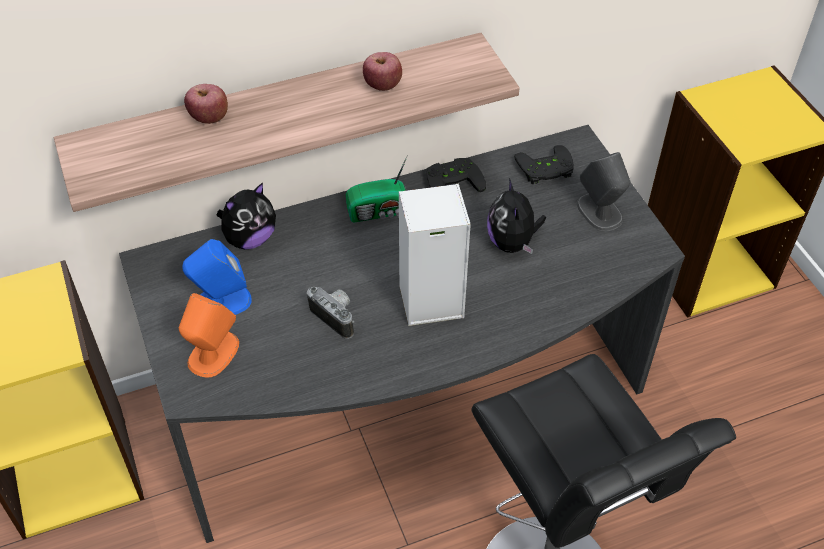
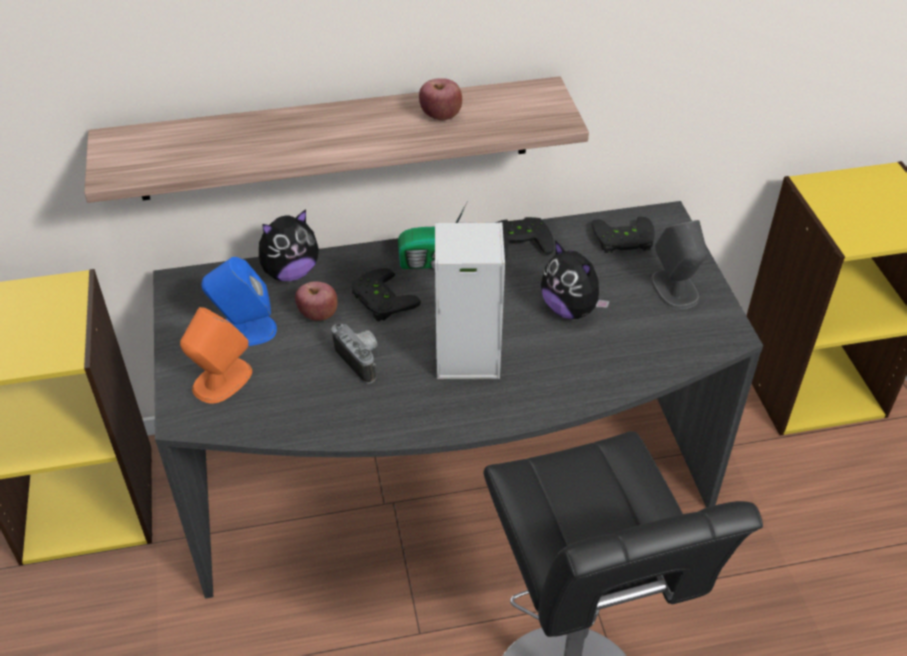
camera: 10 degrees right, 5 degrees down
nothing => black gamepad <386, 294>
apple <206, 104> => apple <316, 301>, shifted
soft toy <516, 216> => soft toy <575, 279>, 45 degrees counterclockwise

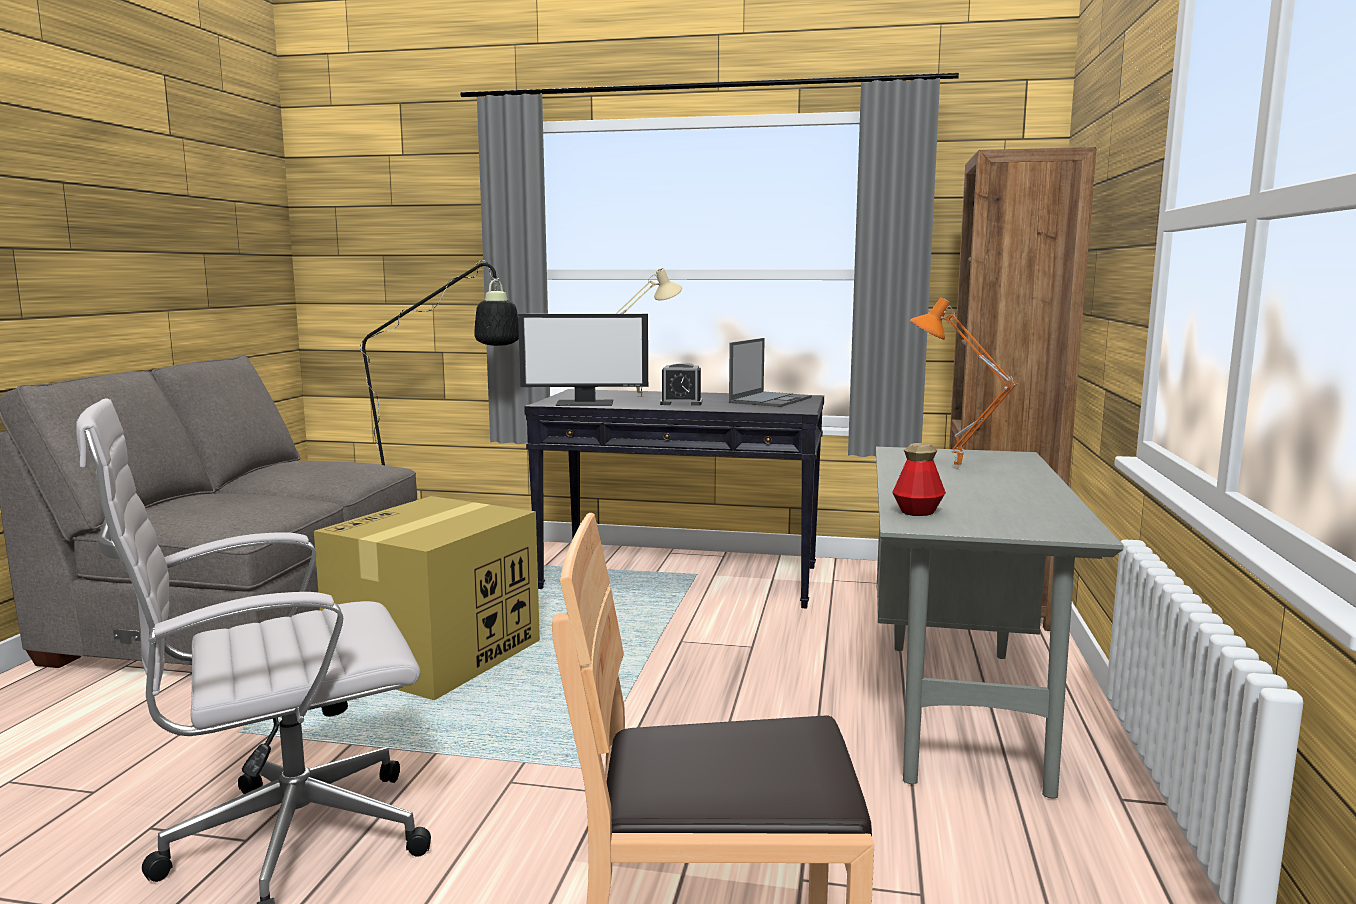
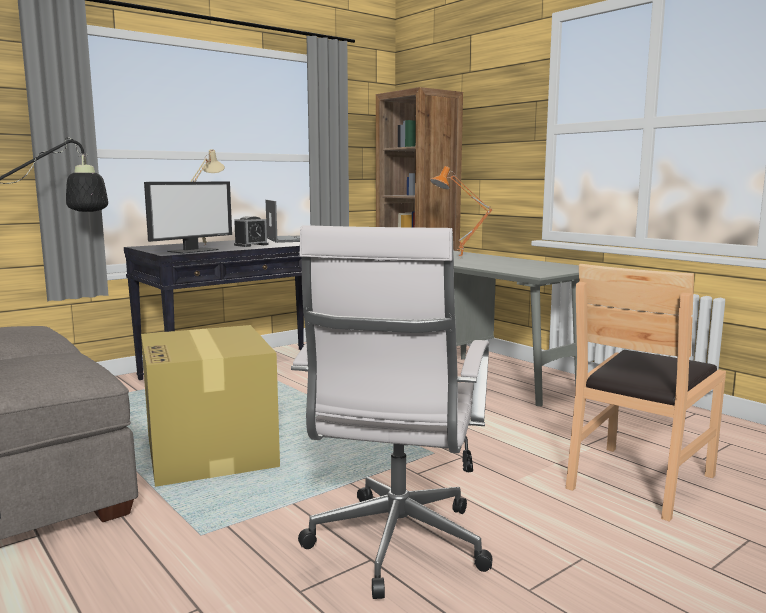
camera: 50 degrees left, 0 degrees up
beverage bottle <919, 479> => nothing

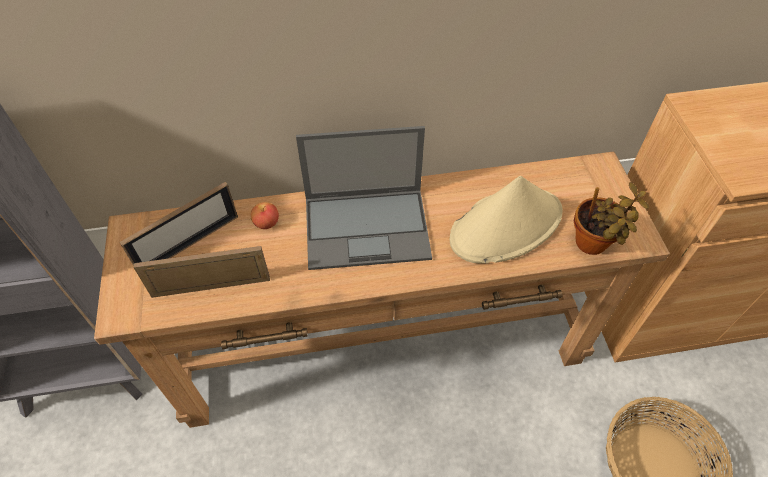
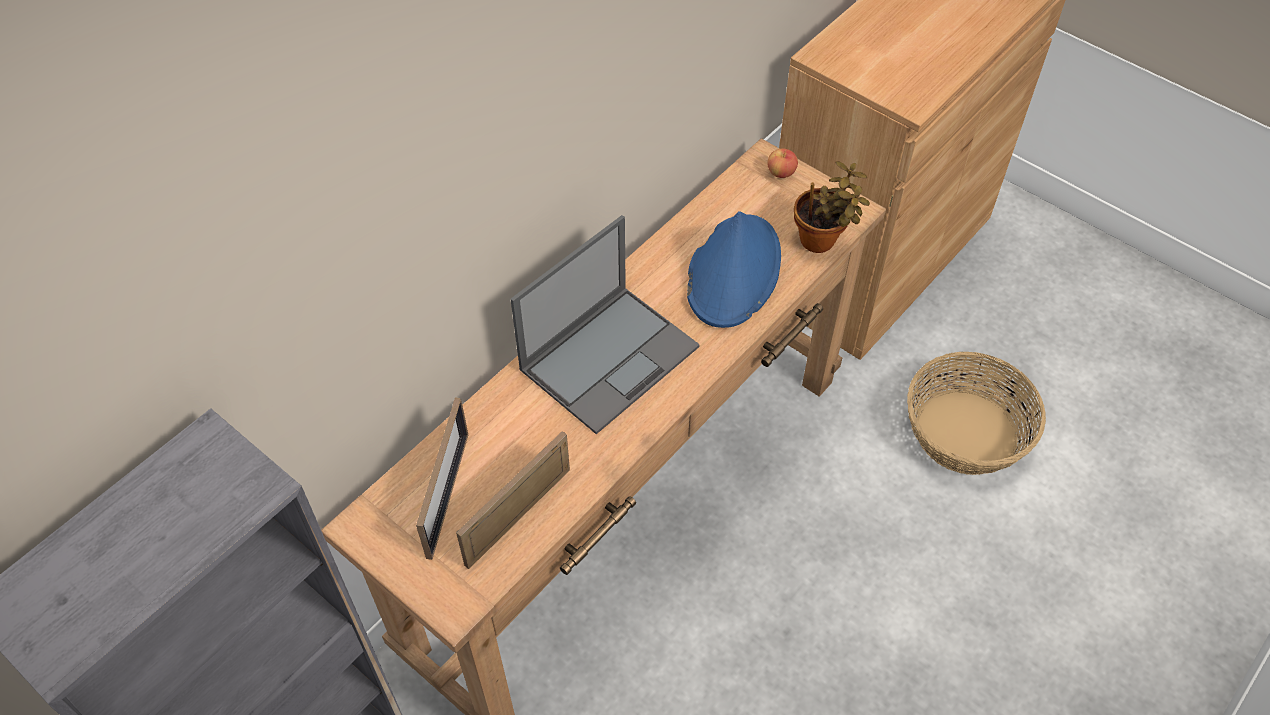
camera: 40 degrees left, 0 degrees up
apple <264, 215> => apple <783, 163>, shifted
sand-coloured wearable hat <506, 220> => blue-coloured wearable hat <734, 269>

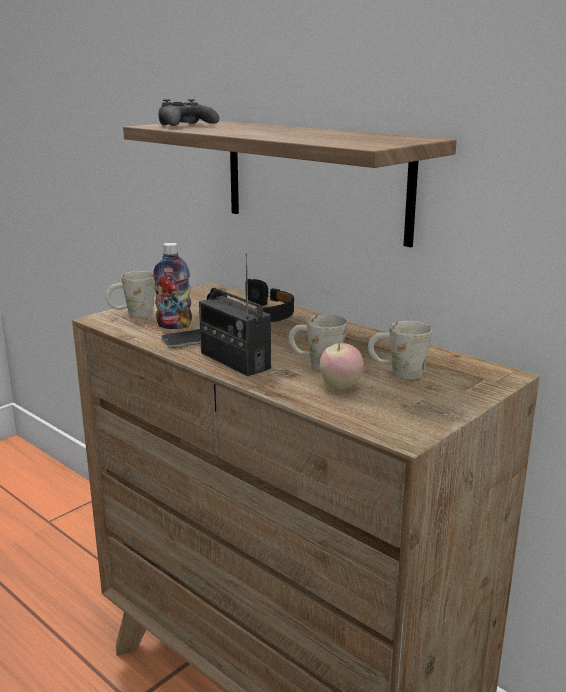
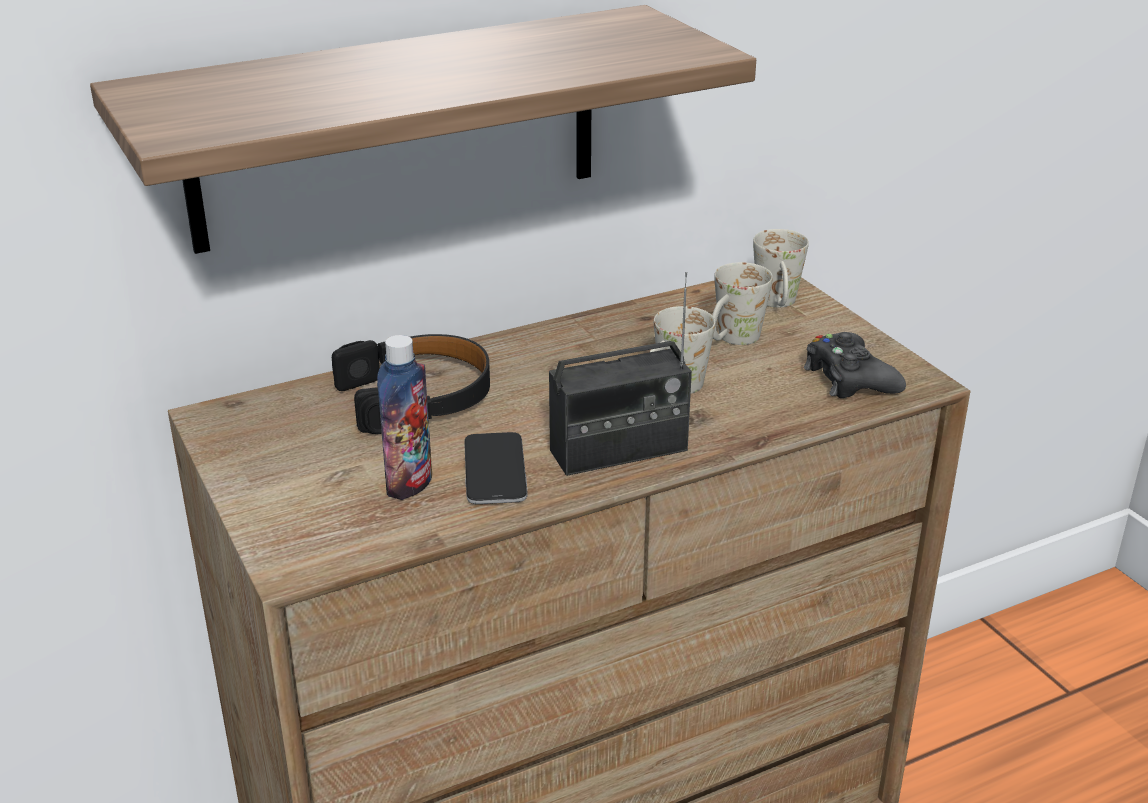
camera: 70 degrees left, 10 degrees up
apple <342, 365> => nothing
white-coloured mug <130, 294> => white-coloured mug <781, 268>, shifted
black gamepad <189, 112> => black gamepad <855, 365>, shifted

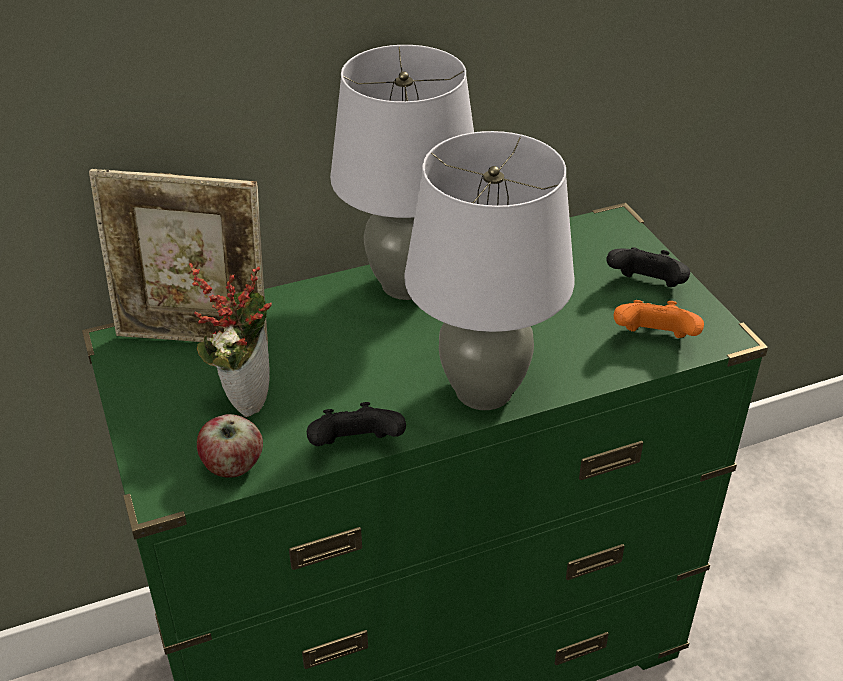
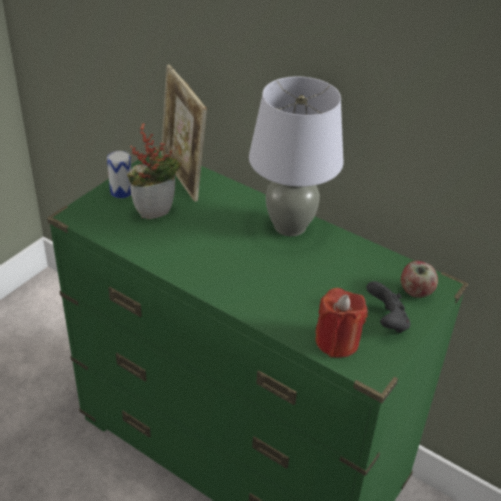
camera: 55 degrees right, 0 degrees up
black gamepad <356, 424> => nothing
gray lamp for a table <489, 270> => nothing
nothing => sealed can <119, 174>
apple <230, 446> => apple <419, 279>, shifted
orange gamepad <658, 319> => red candle <341, 323>

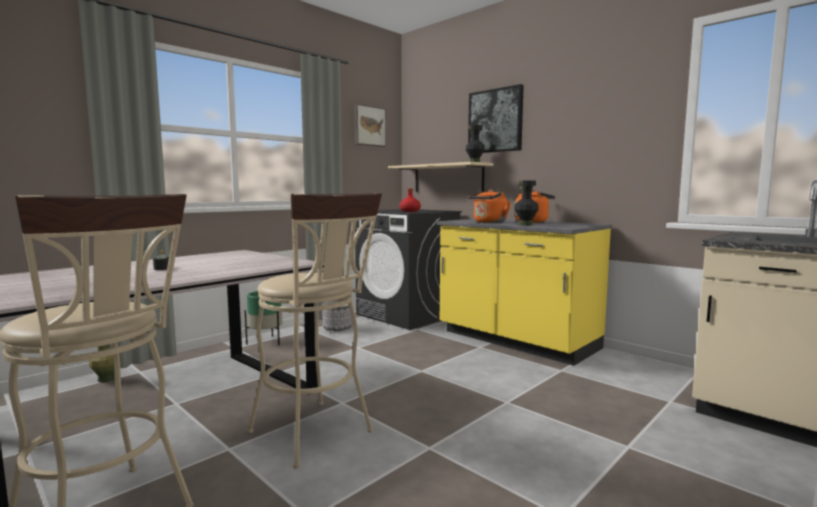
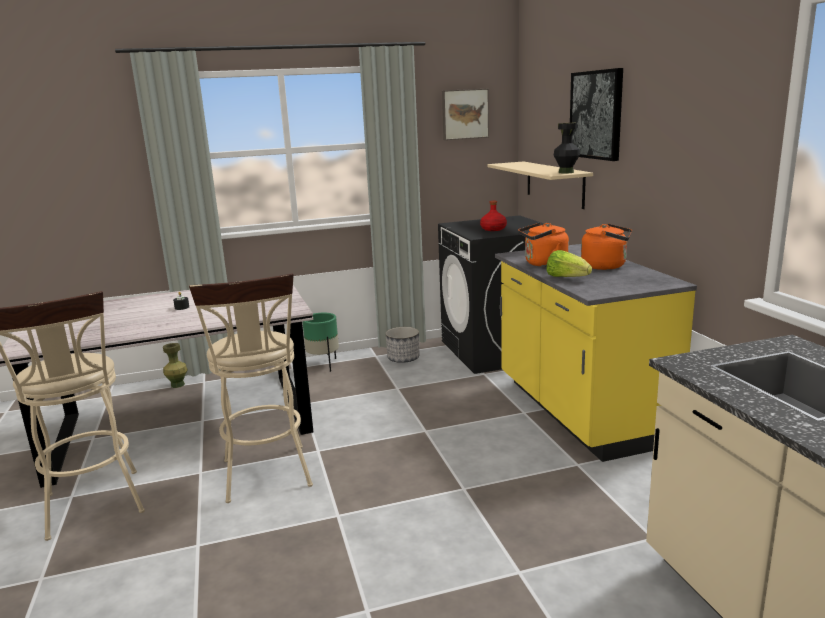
camera: 30 degrees right, 10 degrees up
black flower vase <526, 203> => lettuce <569, 263>

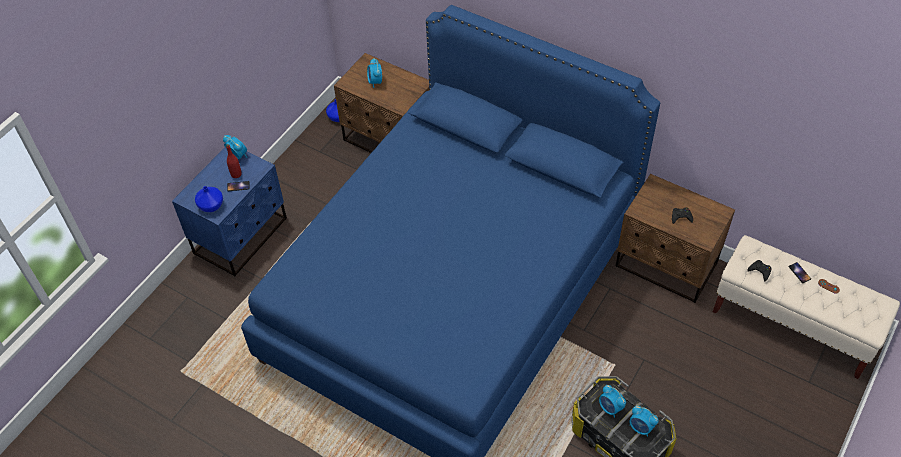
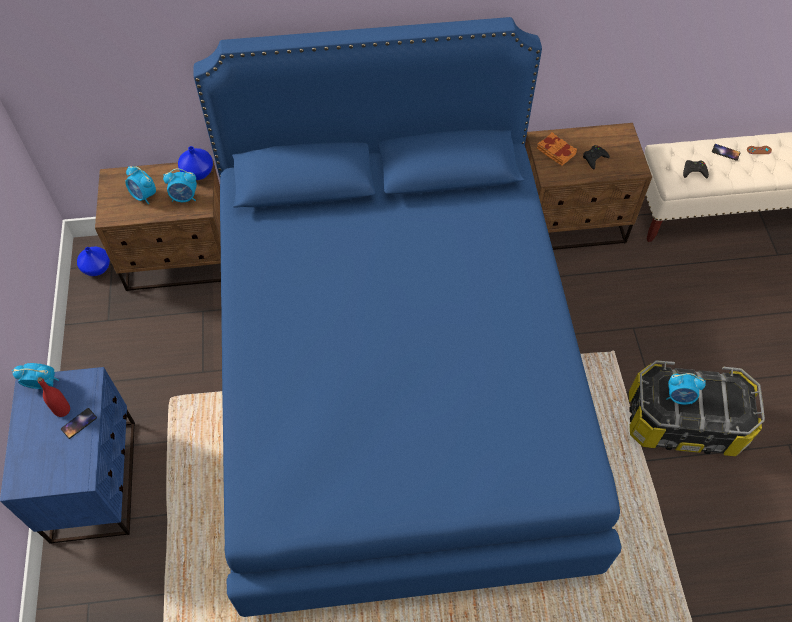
camera: 40 degrees left, 5 degrees up
nothing => orange volume <557, 149>
blue-coloured flower vase <209, 199> => blue-coloured flower vase <195, 163>, shifted
bedside clock <644, 421> => bedside clock <180, 185>, shifted

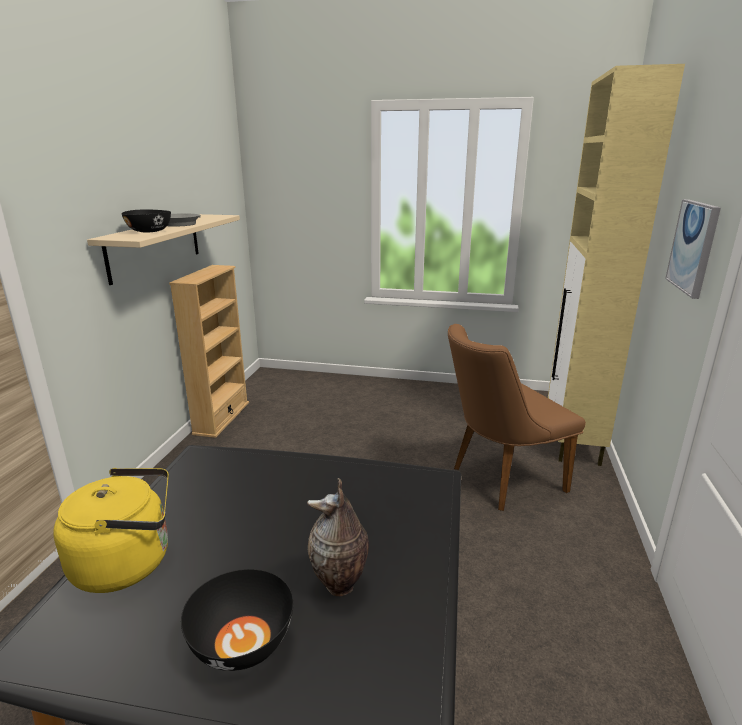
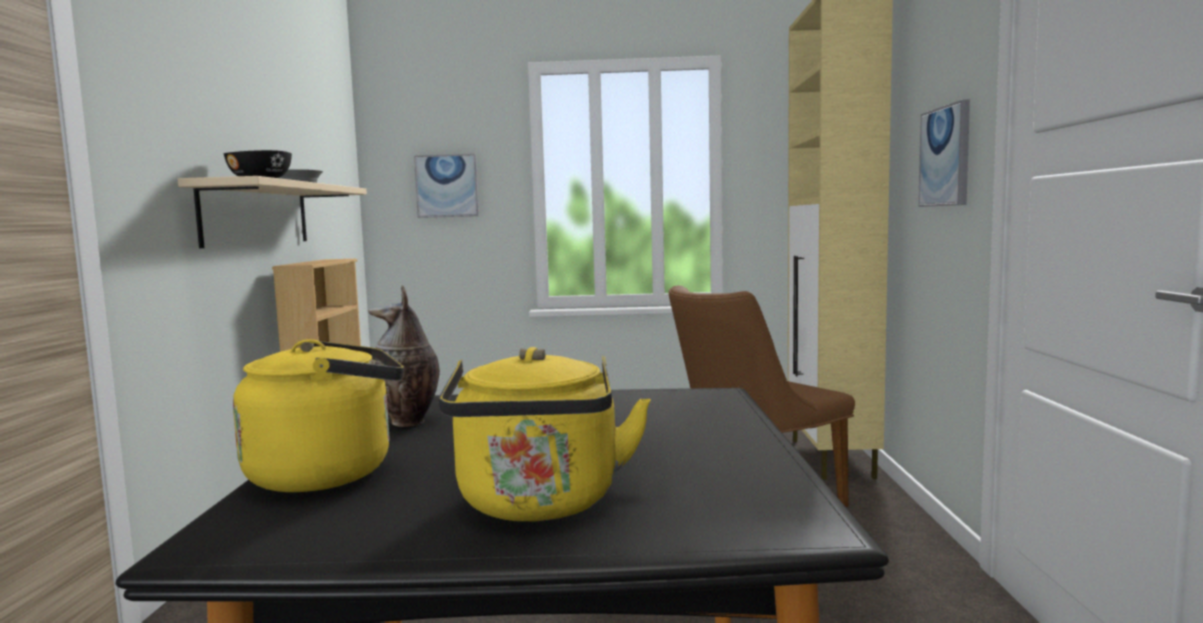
camera: 10 degrees left, 15 degrees down
nothing => picture <446, 186>
flower vase <338, 537> => flower vase <404, 356>, shifted
black bowl <237, 620> => yellow tea kettle <545, 434>

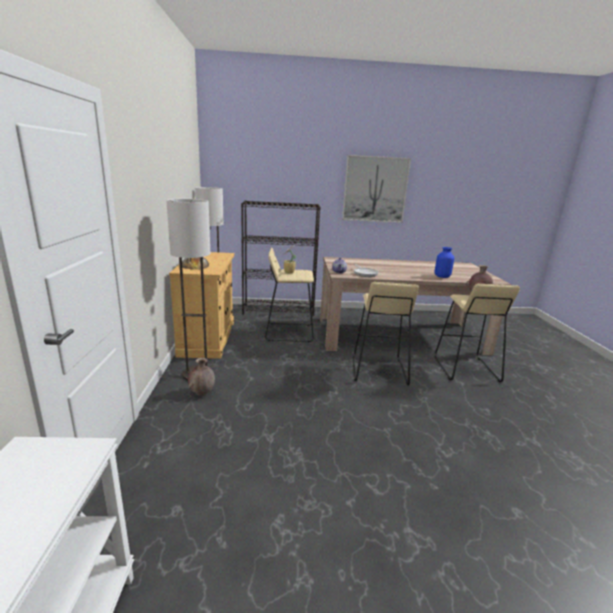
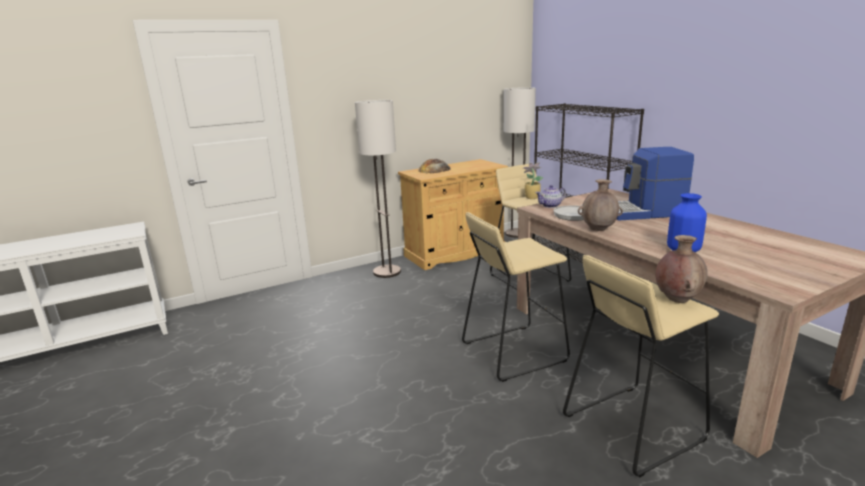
camera: 65 degrees right, 0 degrees up
picture <376, 189> => nothing
nothing => coffee maker <655, 184>
brownish flower vase <201, 377> => brownish flower vase <600, 205>, shifted

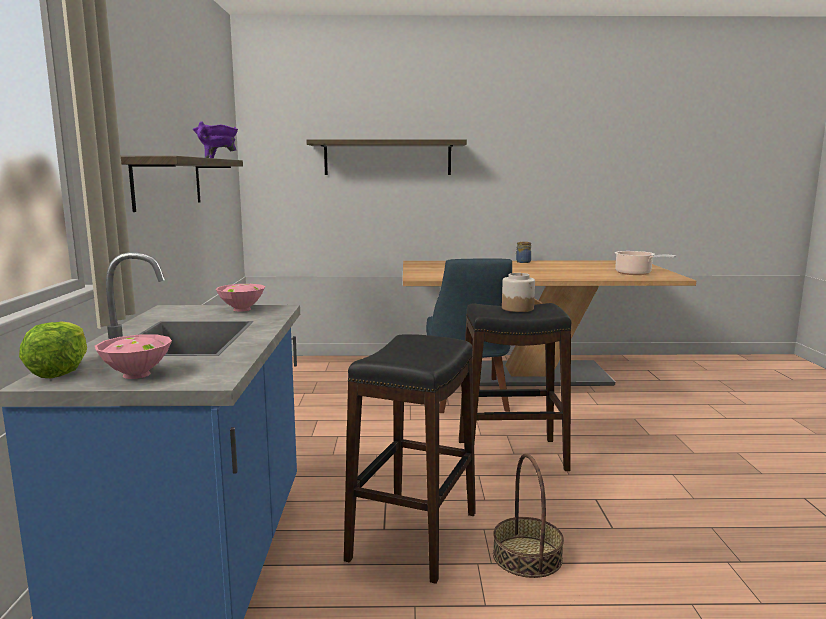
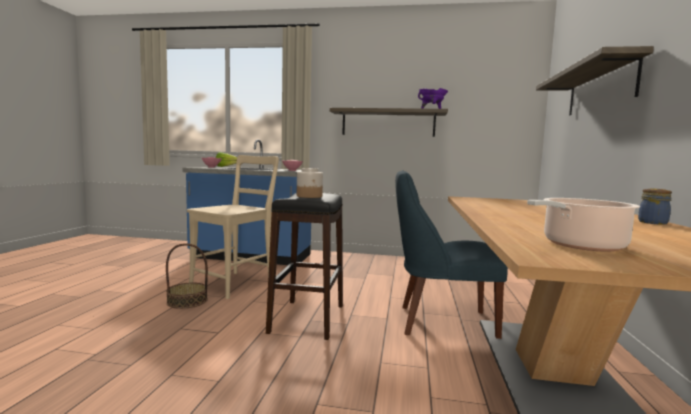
camera: 100 degrees right, 5 degrees down
black sitting stool <410, 459> => sand-coloured upright chair <233, 227>

